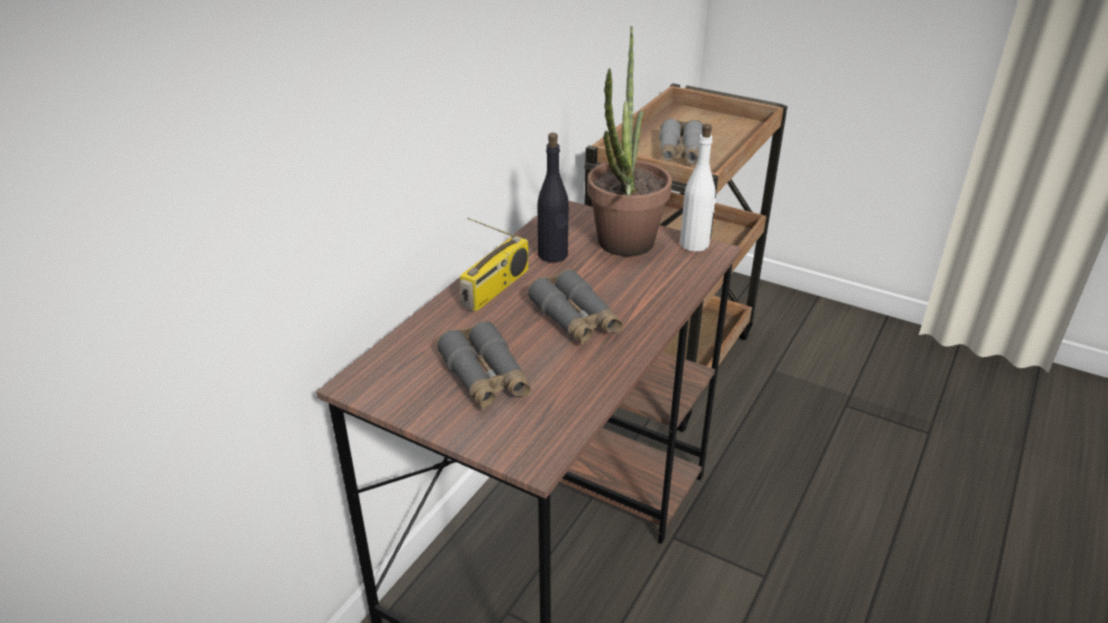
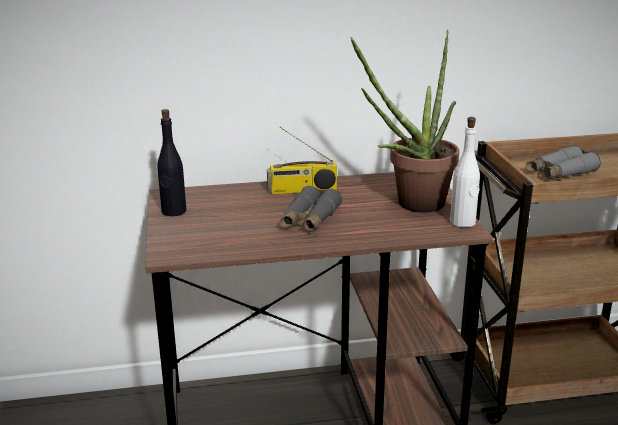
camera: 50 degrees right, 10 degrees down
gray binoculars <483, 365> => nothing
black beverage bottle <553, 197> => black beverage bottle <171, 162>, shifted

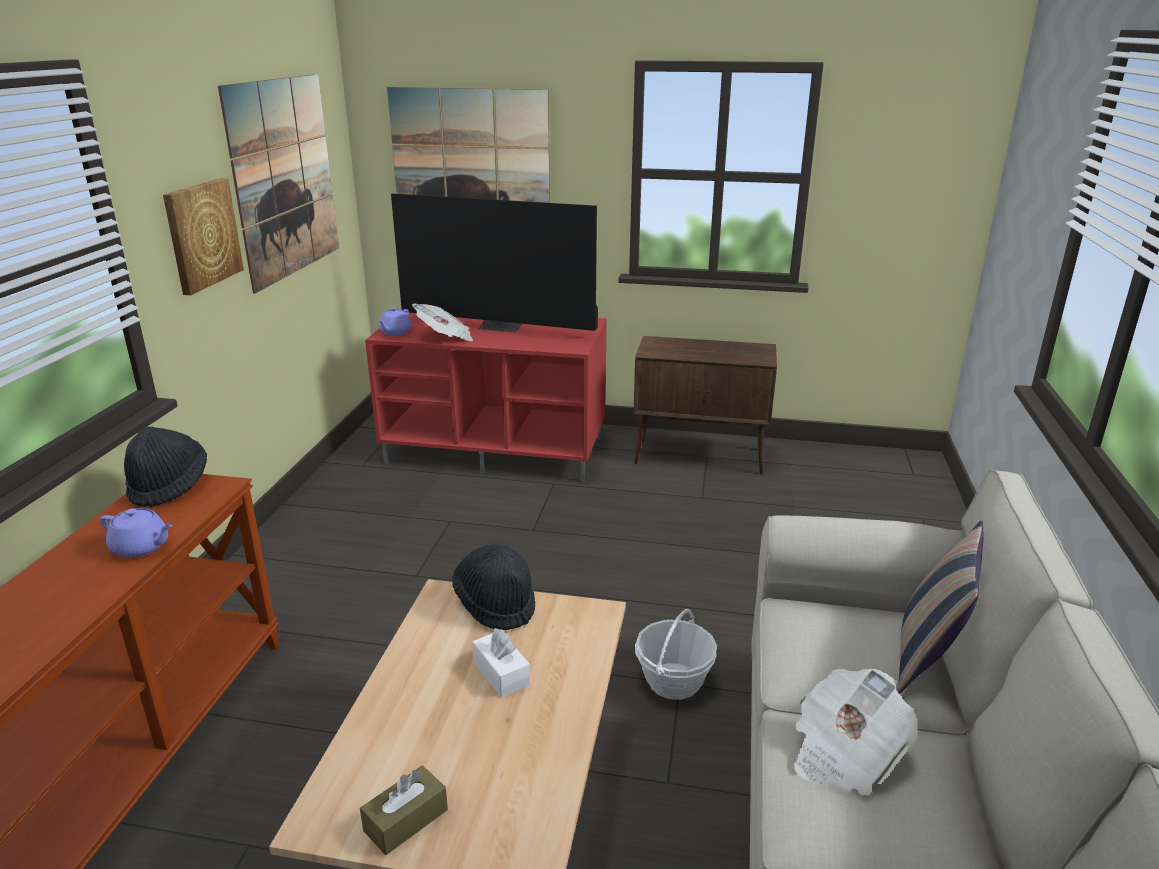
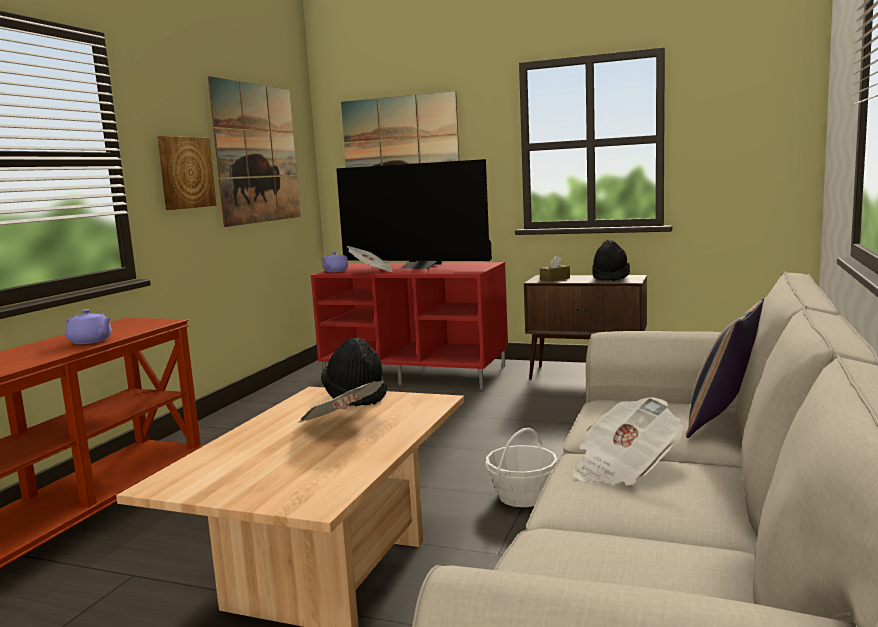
camera: 10 degrees right, 15 degrees down
black wearable hat <165, 467> => black wearable hat <611, 260>, shifted
brownish tissue box <404, 810> => brownish tissue box <555, 268>, shifted
white-coloured tissue box <501, 662> => printed paper <342, 401>

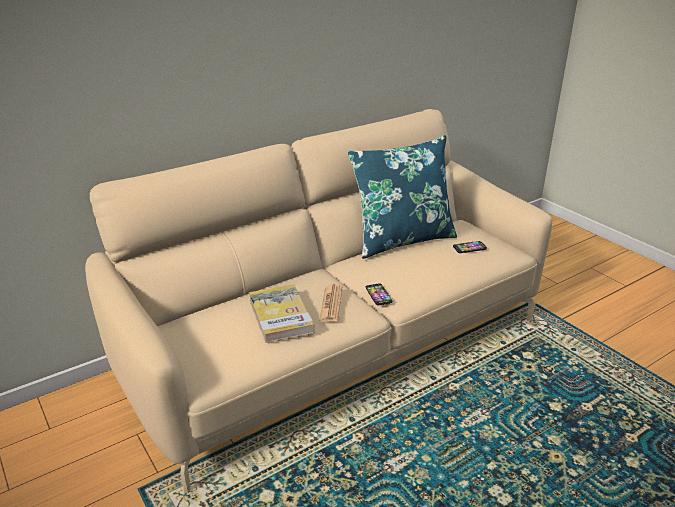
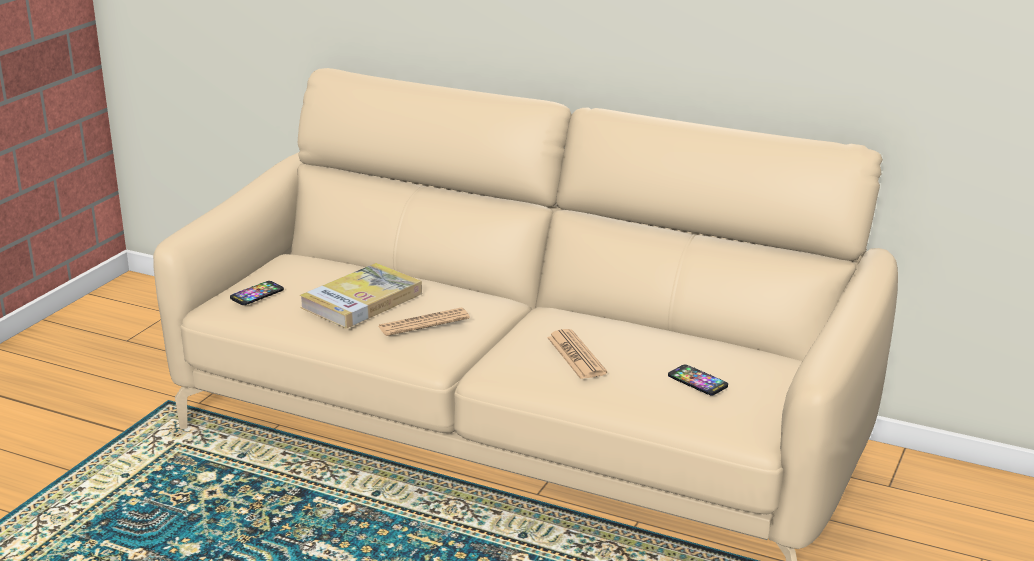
camera: 60 degrees right, 5 degrees down
blue-coloured cushion <402, 197> => nothing
nothing => printed paper <577, 354>
handset <379, 294> => handset <257, 293>, shifted

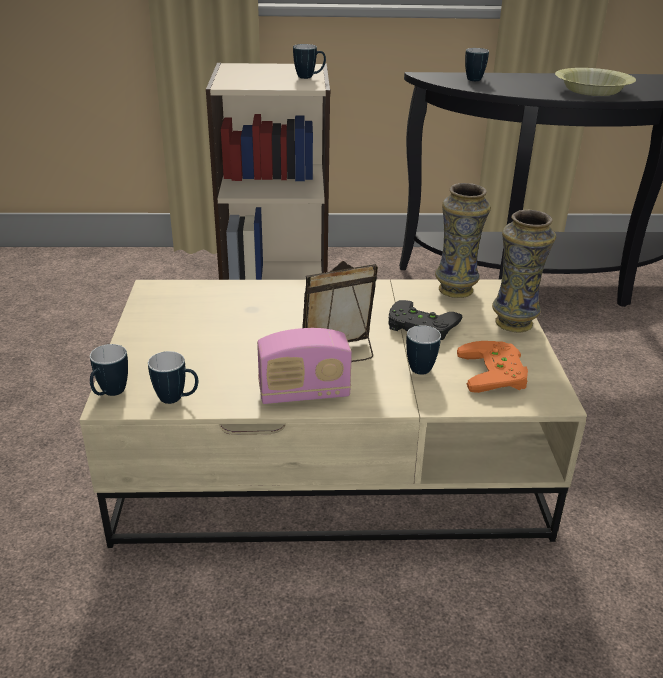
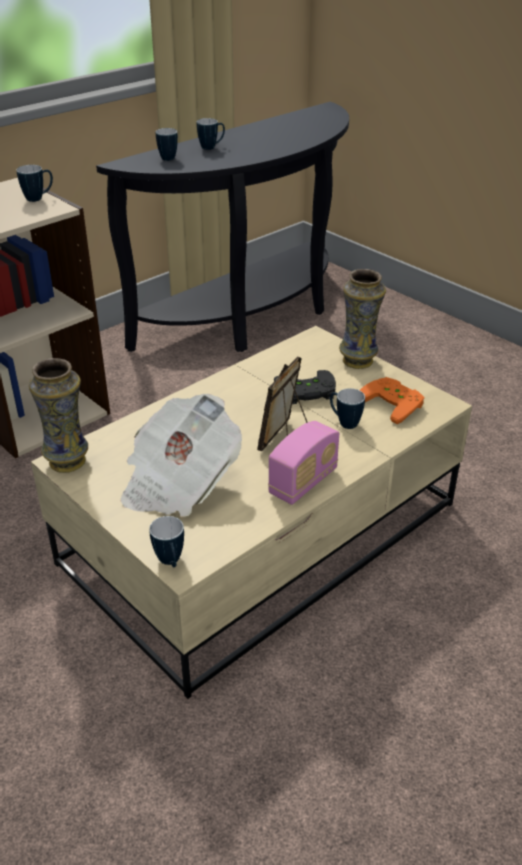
camera: 40 degrees left, 5 degrees up
yellow bowl <595, 82> => nothing
nothing => printed paper <181, 455>
mug <173, 377> => mug <211, 134>, shifted
flower vase <463, 240> => flower vase <58, 415>, shifted

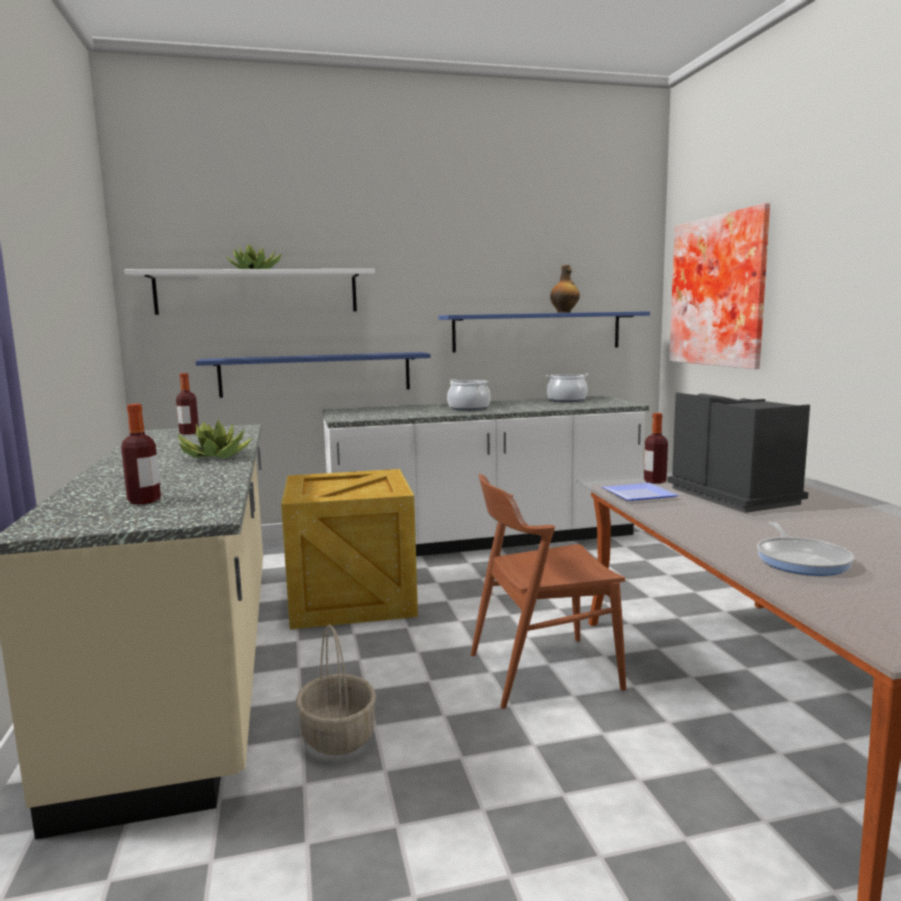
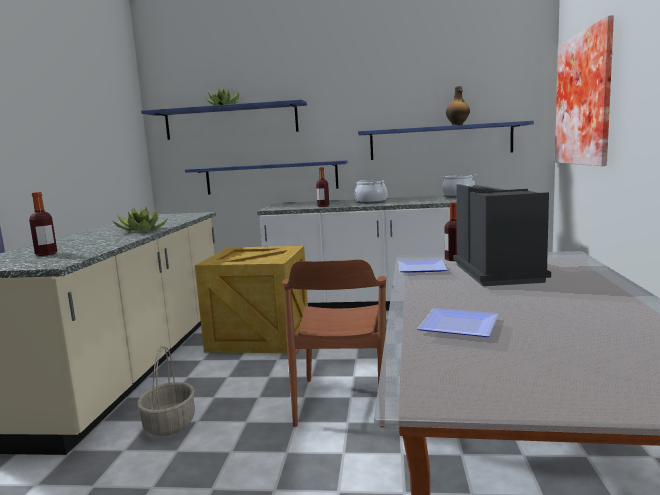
camera: 20 degrees right, 0 degrees up
beverage bottle <187, 403> => beverage bottle <322, 187>, shifted
pan <805, 549> => flat dish <457, 322>
white-coloured wall shelf <250, 292> => blue-coloured wall shelf <224, 120>
brownish upright chair <548, 591> => brownish upright chair <334, 343>, 90 degrees counterclockwise

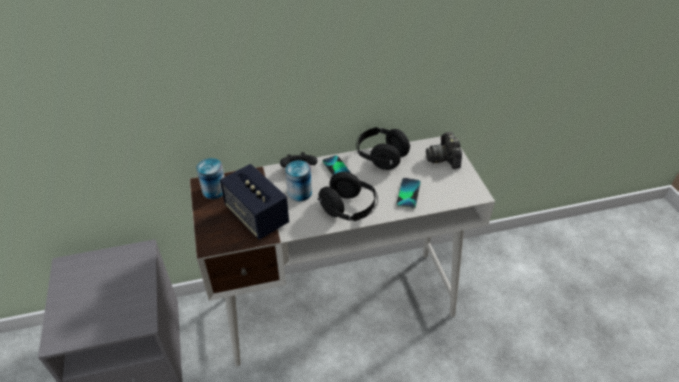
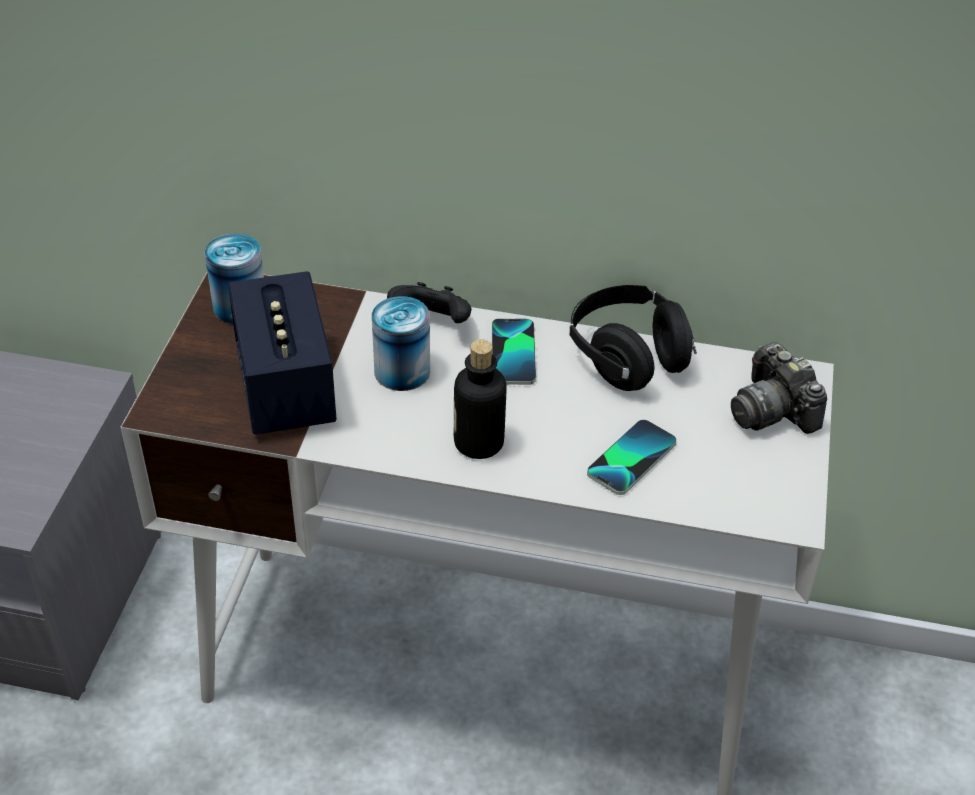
camera: 25 degrees right, 0 degrees up
black headset <347, 196> => beverage bottle <480, 399>
still camera <444, 150> => still camera <779, 388>, 45 degrees counterclockwise

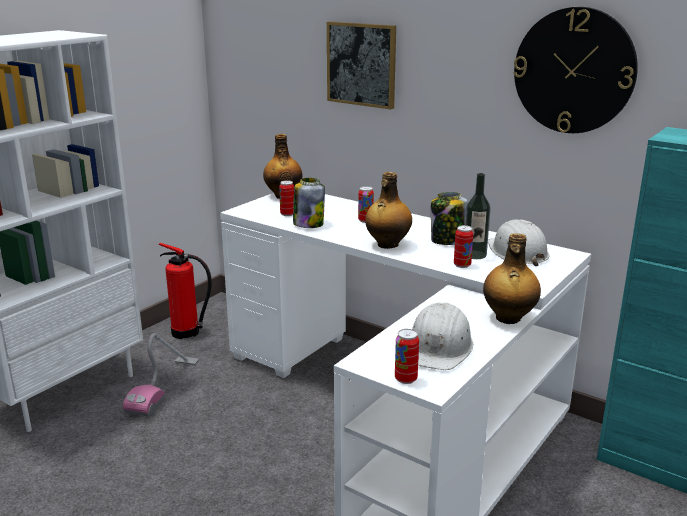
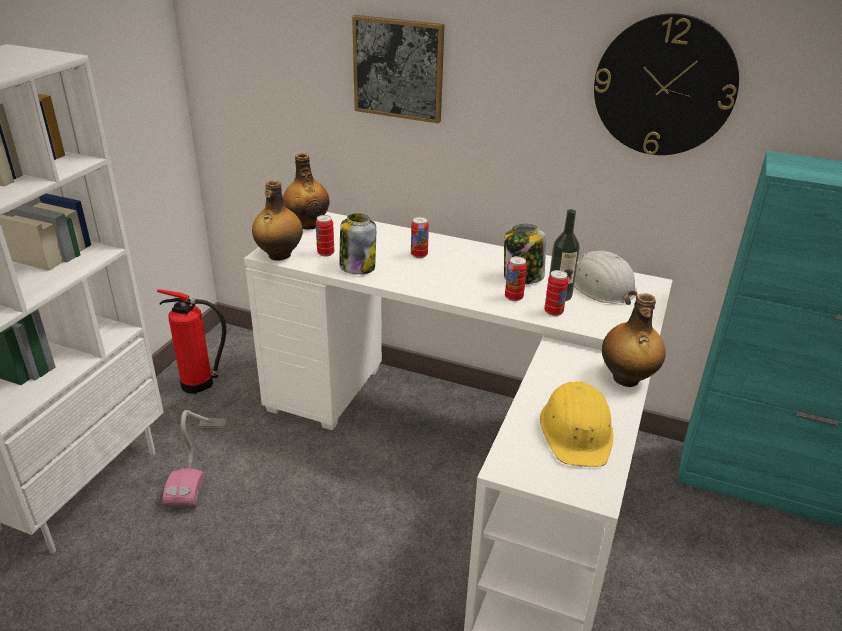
camera: 15 degrees left, 10 degrees up
beverage bottle <388, 210> => beverage bottle <277, 220>, shifted
sealed can <407, 356> => sealed can <516, 278>, shifted
white-coloured hard hat <442, 336> => yellow hard hat <576, 424>

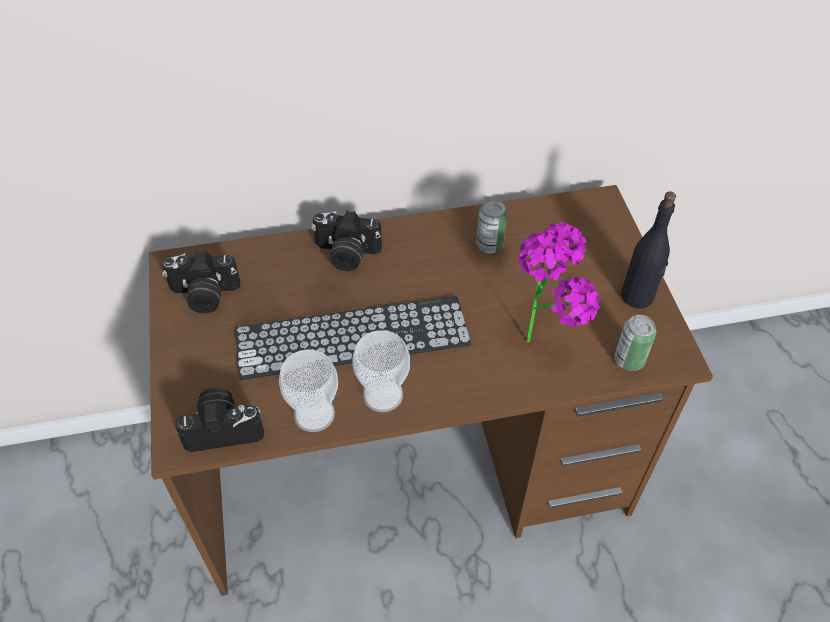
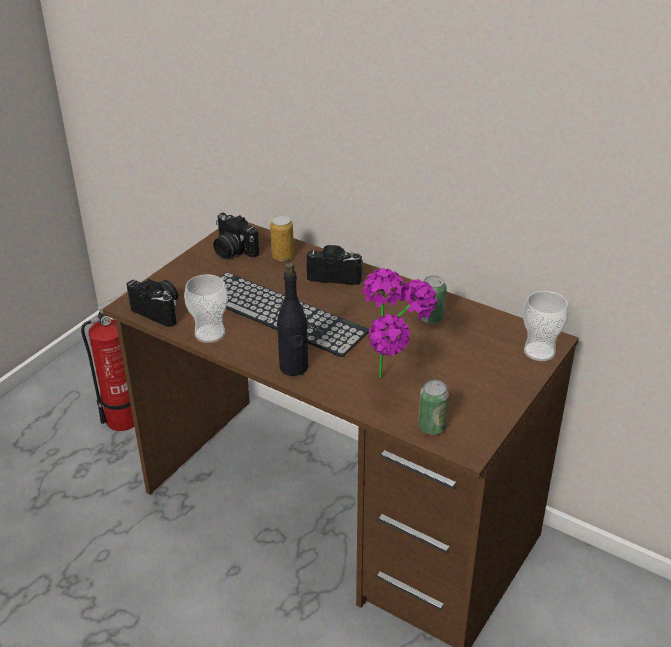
camera: 45 degrees right, 15 degrees down
nothing => fire extinguisher <107, 361>
nothing => sealed can <282, 238>
small cup <381, 371> => small cup <546, 326>, shifted
black beverage bottle <648, 250> => black beverage bottle <292, 319>, shifted
still camera <346, 241> => still camera <334, 265>, 135 degrees clockwise

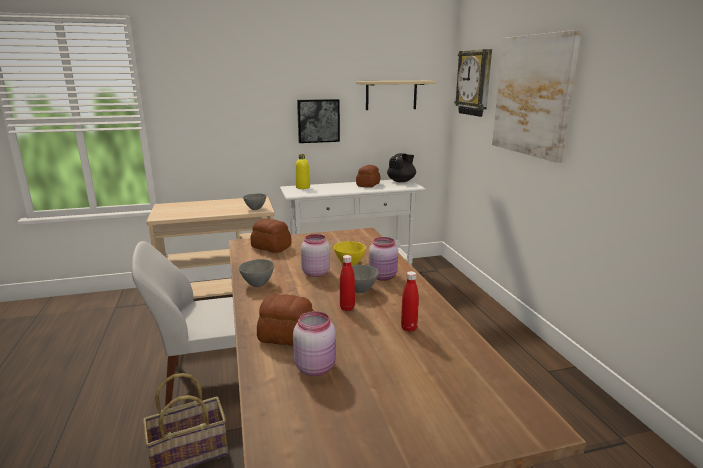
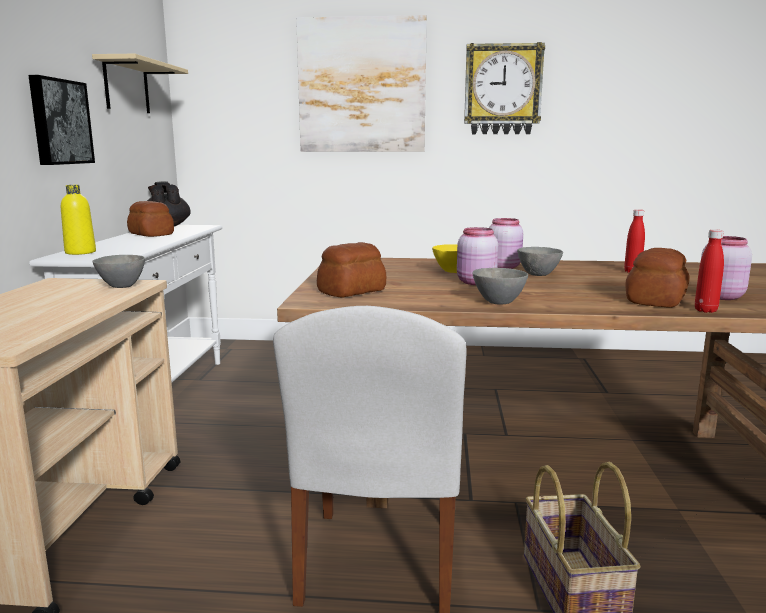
camera: 70 degrees left, 5 degrees down
red beverage bottle <347, 283> => red beverage bottle <709, 271>, shifted
clock on the wall <473, 83> => clock on the wall <504, 88>, shifted

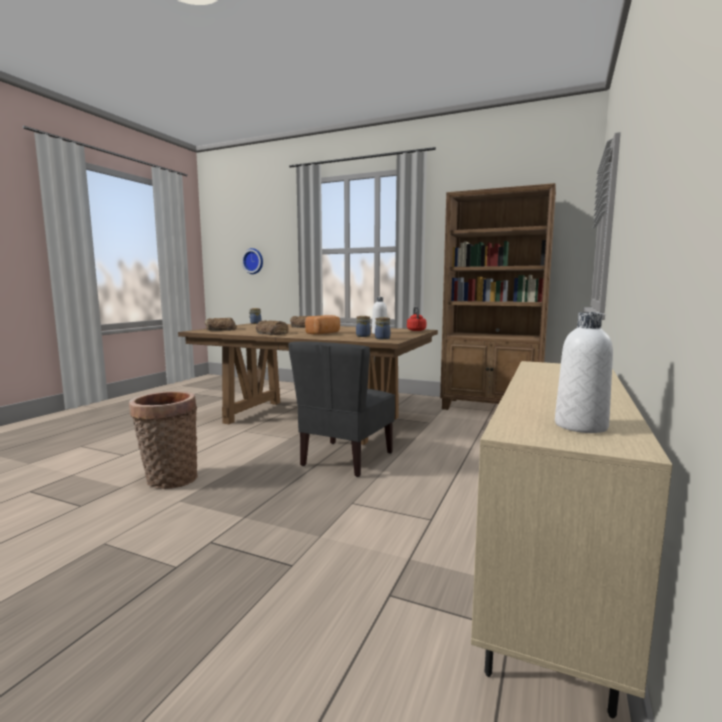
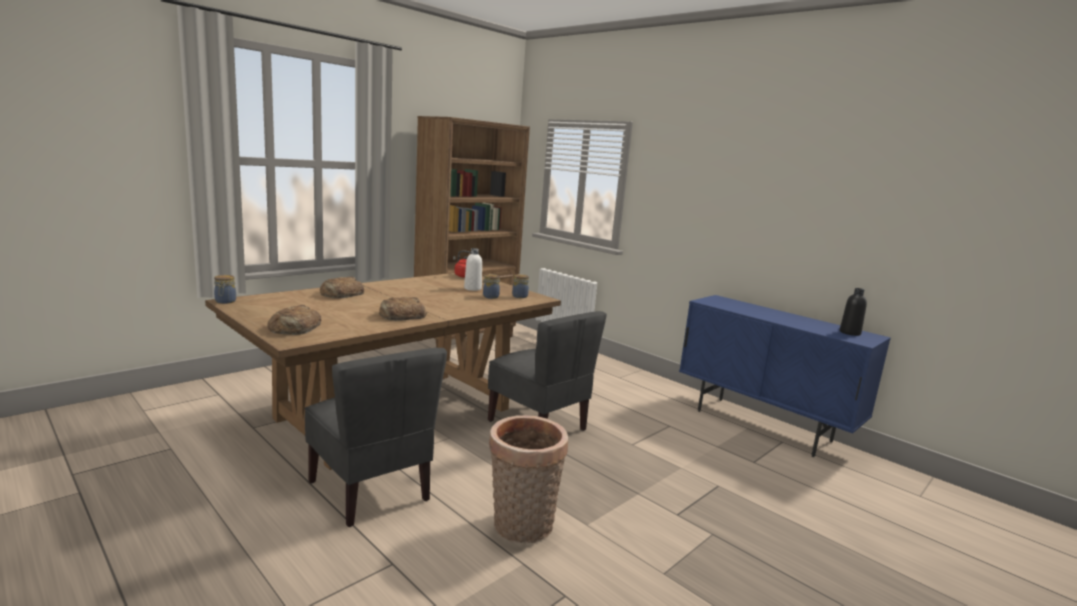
camera: 70 degrees left, 5 degrees up
clock on the wall <252, 261> => nothing
baked bread <322, 325> => nothing
nothing => gray upright chair <375, 437>
sand-coloured cabinet <572, 539> => blue-coloured cabinet <785, 376>
white-coloured beverage bottle <584, 372> => black beverage bottle <853, 312>

